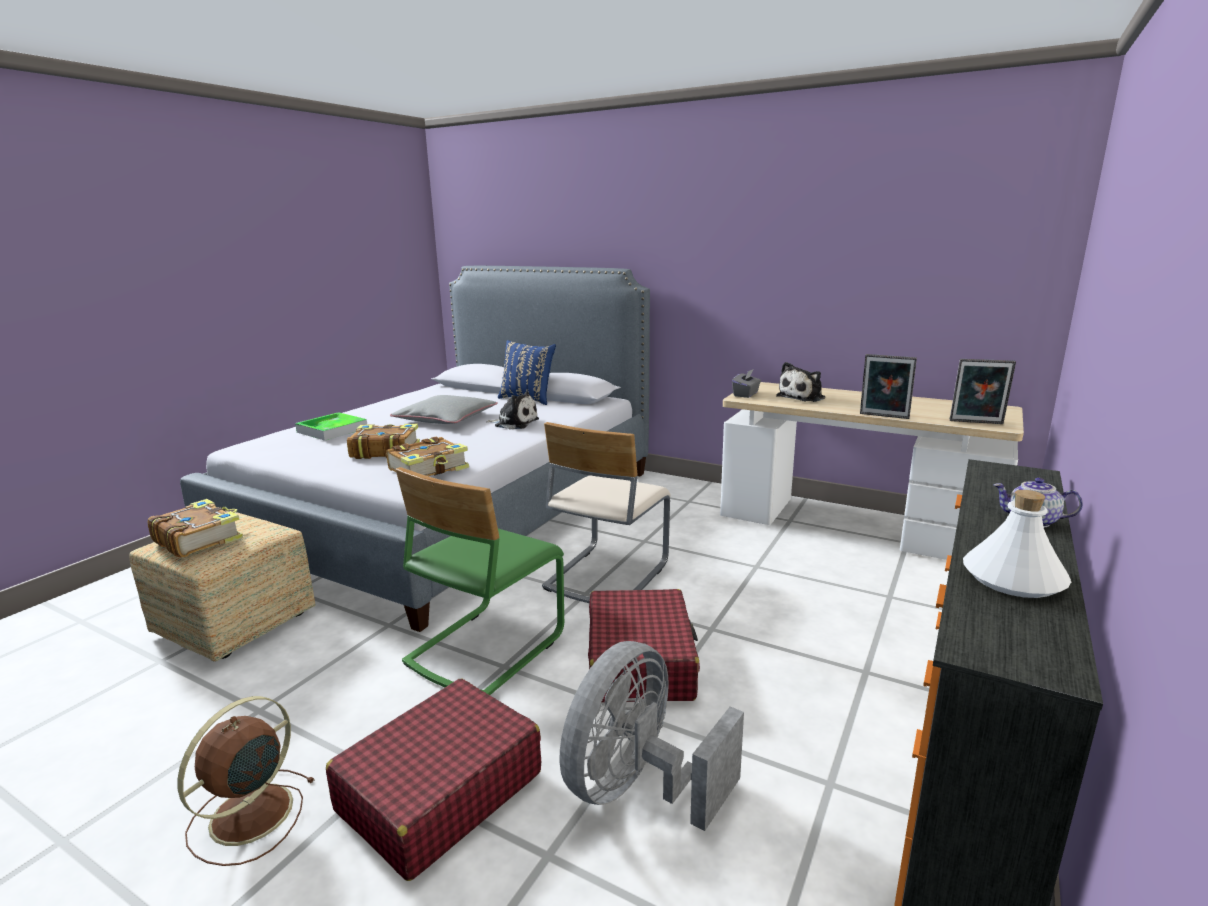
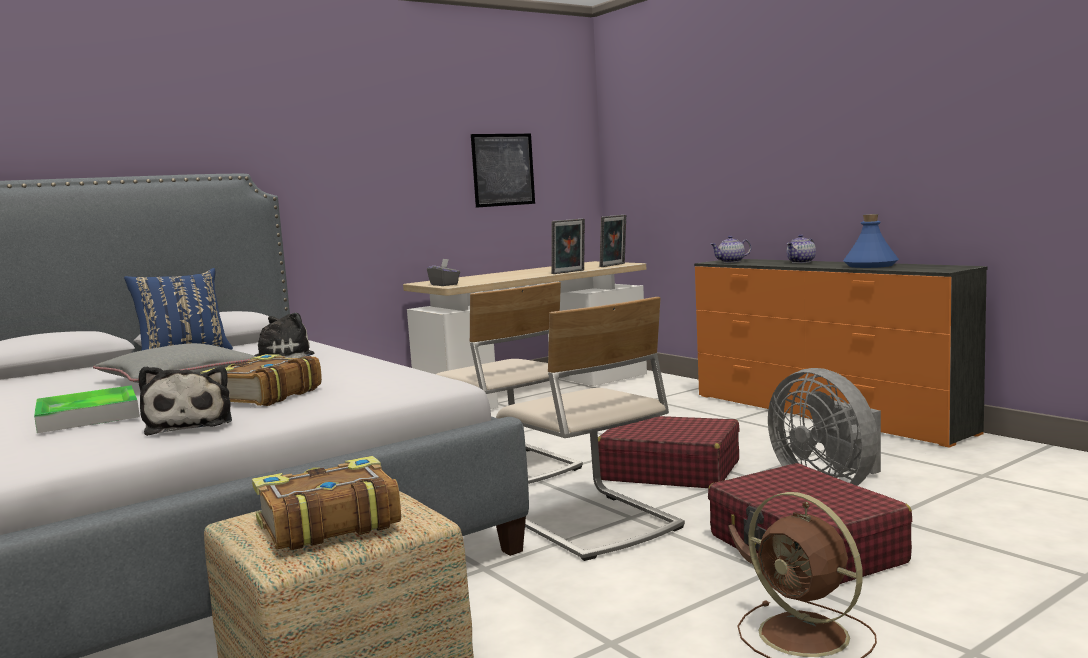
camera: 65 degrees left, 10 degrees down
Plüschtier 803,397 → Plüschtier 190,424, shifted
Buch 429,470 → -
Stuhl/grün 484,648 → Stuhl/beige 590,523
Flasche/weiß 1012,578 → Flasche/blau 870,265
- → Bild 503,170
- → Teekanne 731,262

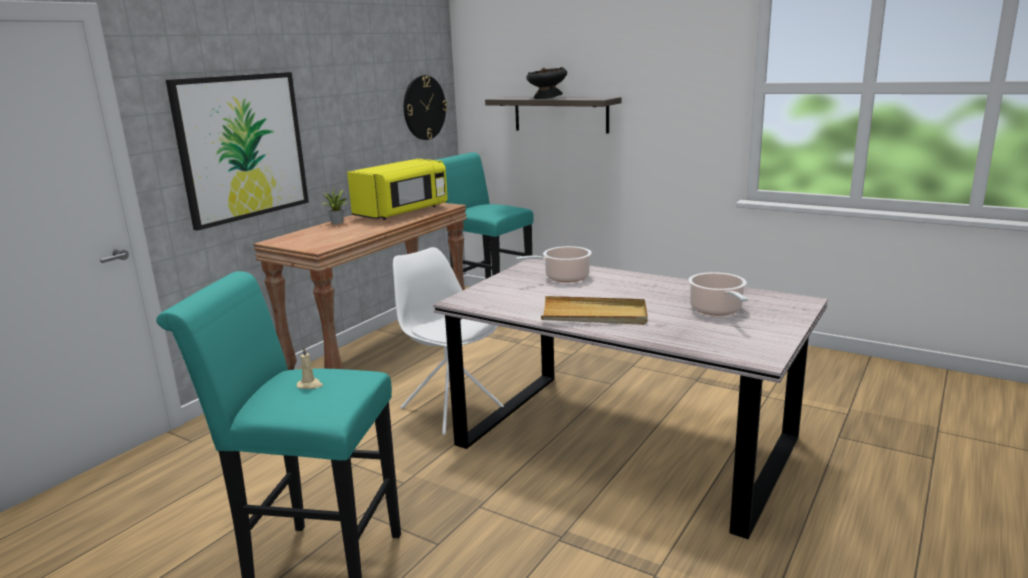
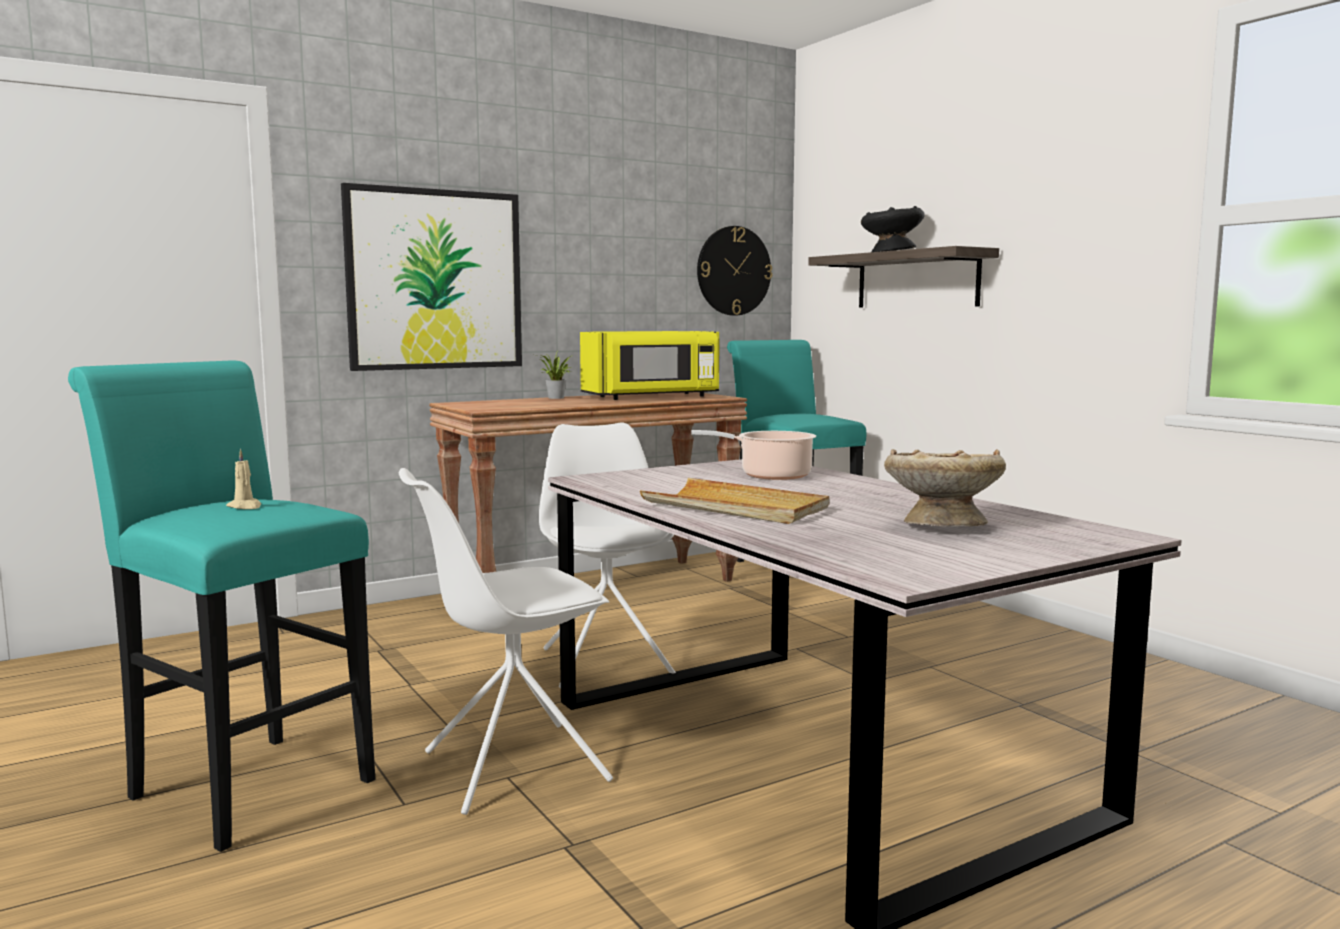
camera: 25 degrees right, 10 degrees down
Kochtopf 717,310 → Schüssel/beige 940,526
- → Stuhl/weiß 511,767

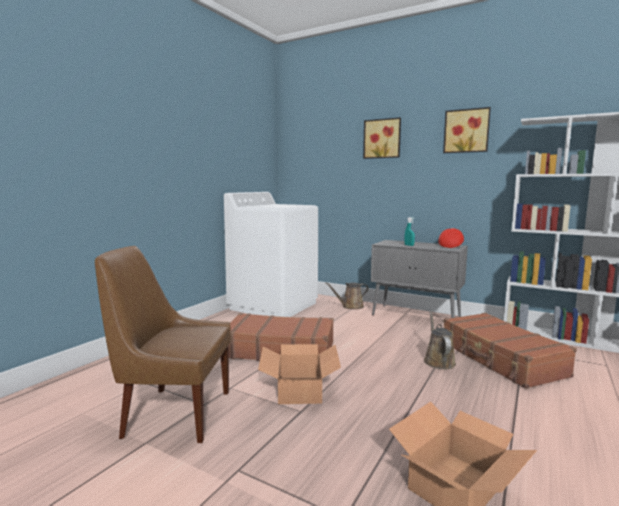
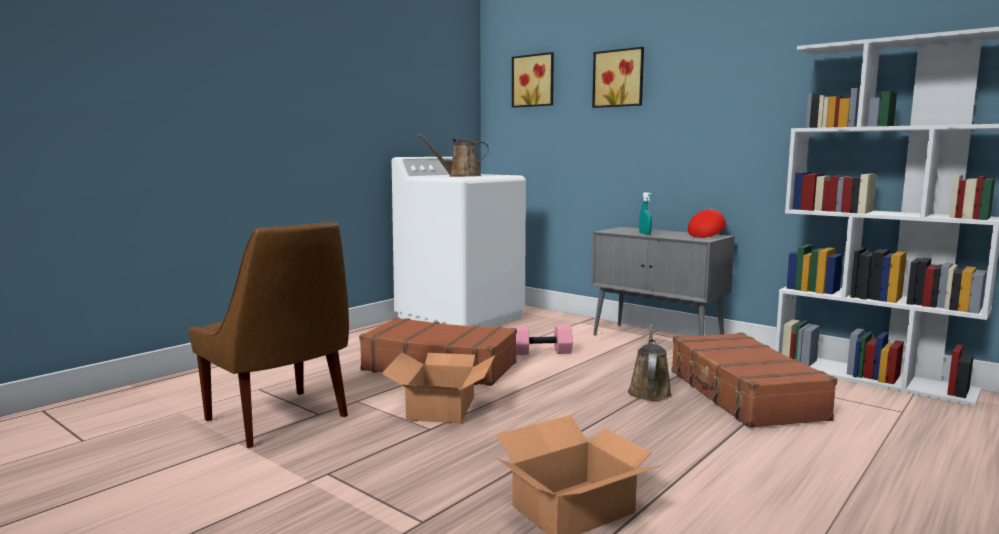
camera: 10 degrees right, 0 degrees up
Bild 466,131 → Bild 534,81, shifted
Stuhl/braun 174,413 → Stuhl/braun 280,420, 150 degrees counterclockwise
Gießkanne/braun 350,306 → Gießkanne/braun 461,176, shifted
- → Hantel/rosa 542,352

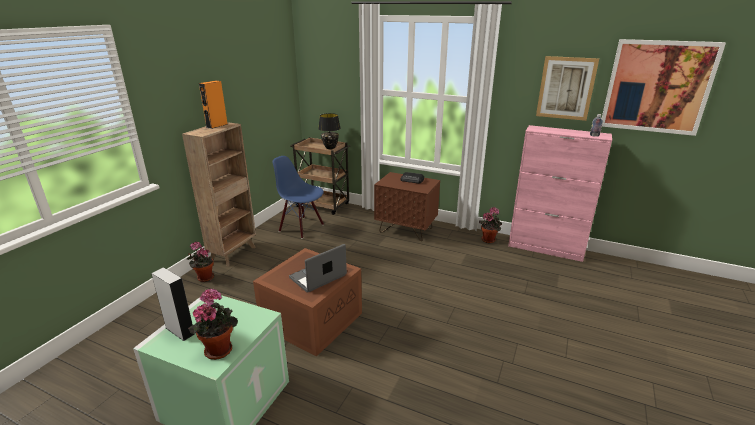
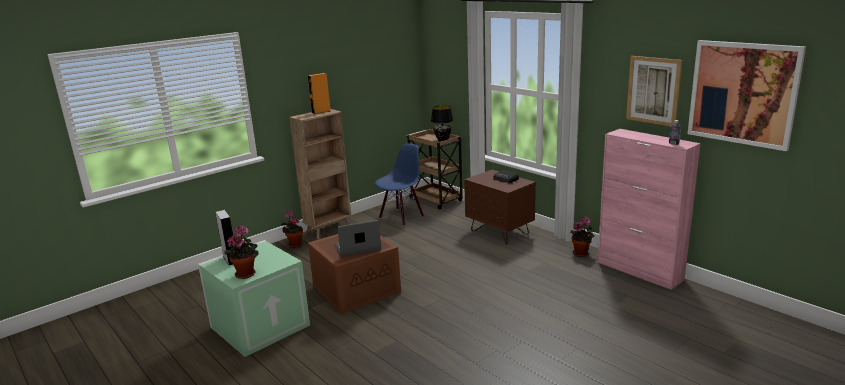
camera: 25 degrees right, 5 degrees down
Stuhl/blau 302,227 → Stuhl/blau 401,217, 75 degrees clockwise

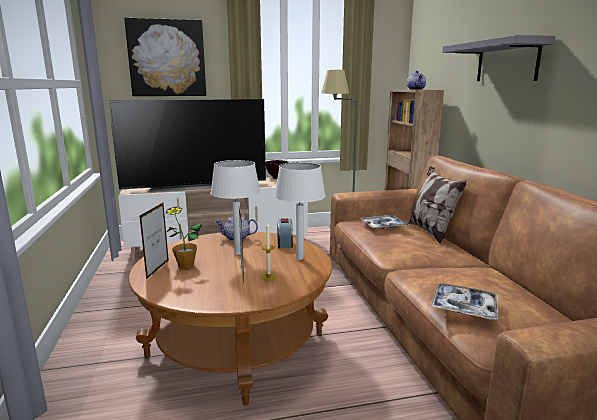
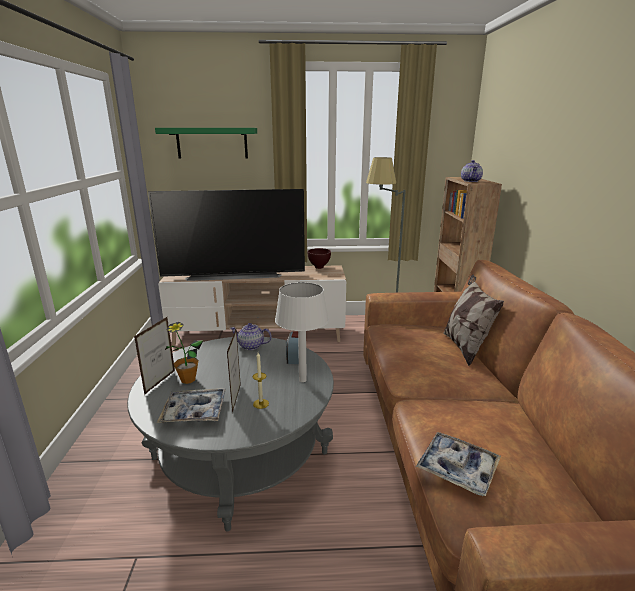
camera: 10 degrees right, 5 degrees up
Bild 167,58 → Wandregal/grün 212,143
Wandregal/grau 507,61 → -
Tischlampe/weiß 238,253 → -
Tablett 383,226 → Tablett 194,411, shifted
Couchtisch/braun 237,345 → Couchtisch/grau 240,456

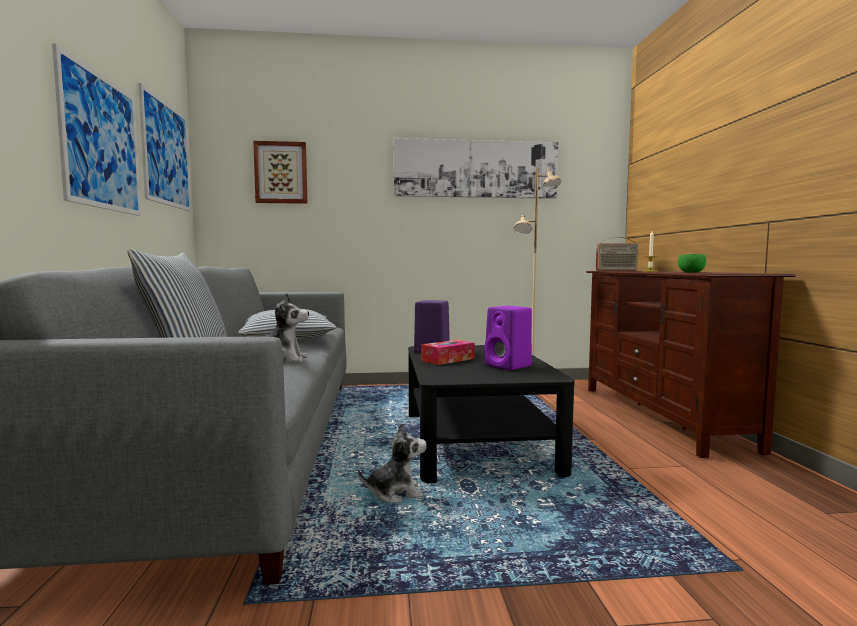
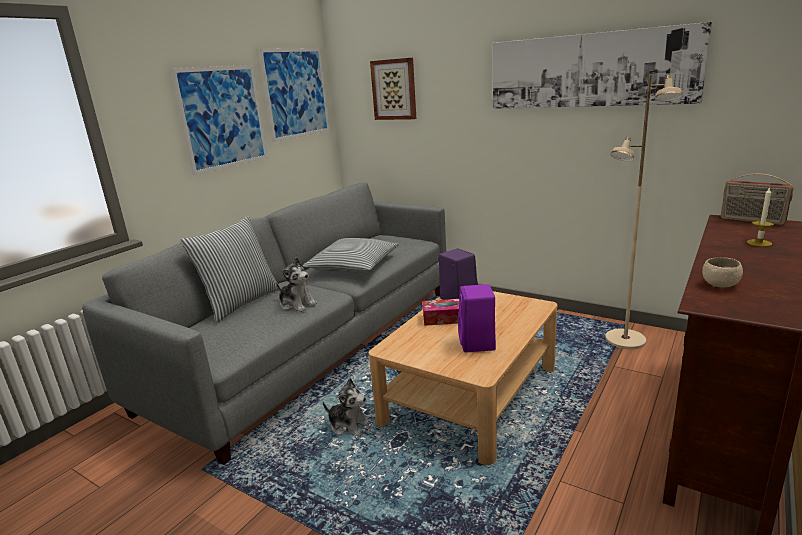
camera: 40 degrees right, 15 degrees up
Schüssel/grün 691,272 → Schüssel/beige 719,285
Couchtisch/schwarz 476,440 → Couchtisch/beige 470,394

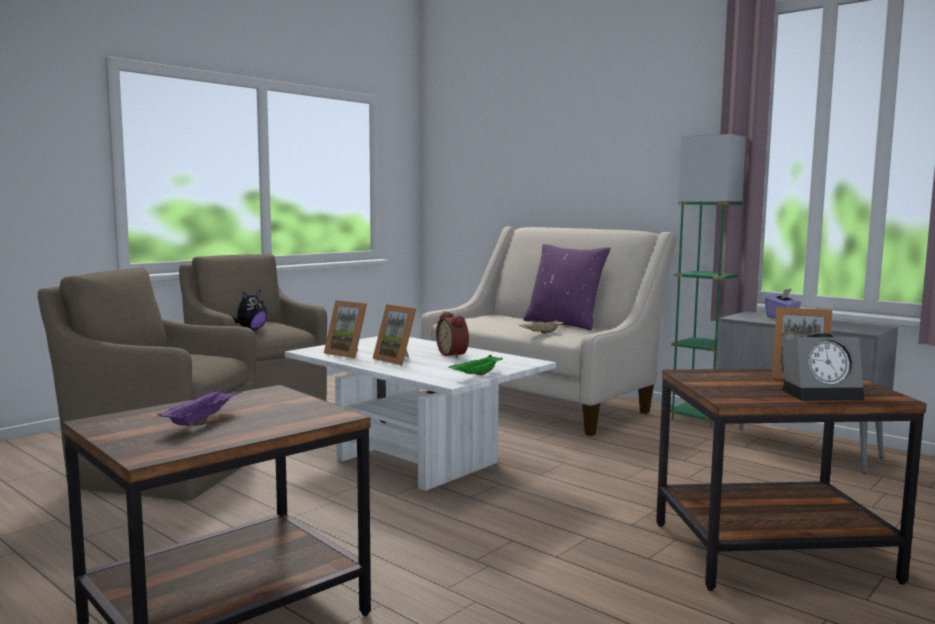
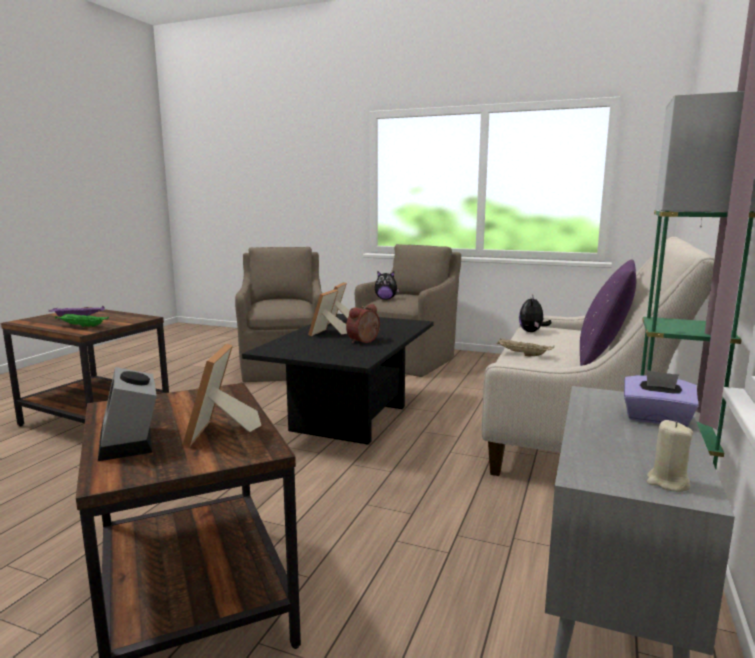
camera: 70 degrees right, 5 degrees up
Couchtisch/weiß 416,461 → Couchtisch/schwarz 349,418
Tablett/grün 476,375 → Tablett/grün 82,327, shifted
- → Plüschtier 532,332
- → Kerze/beige 667,483

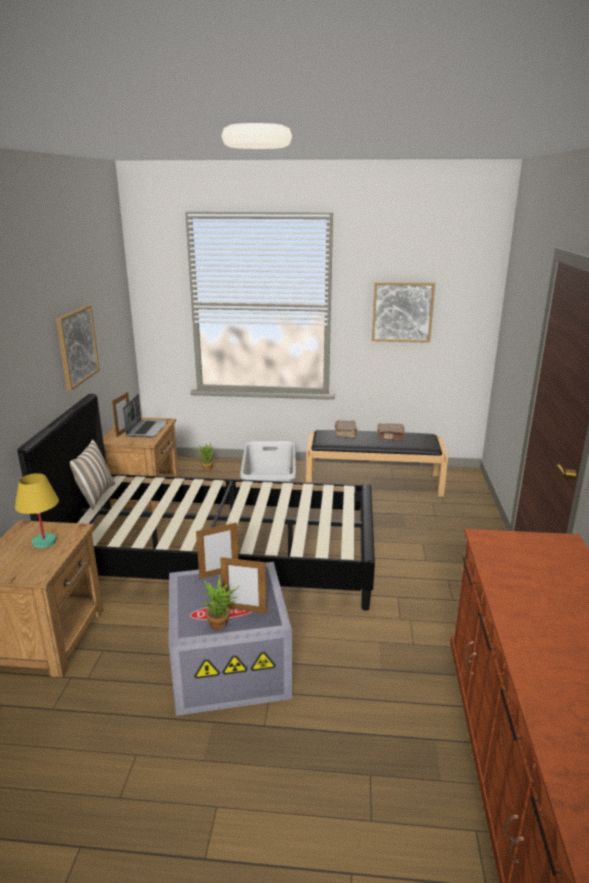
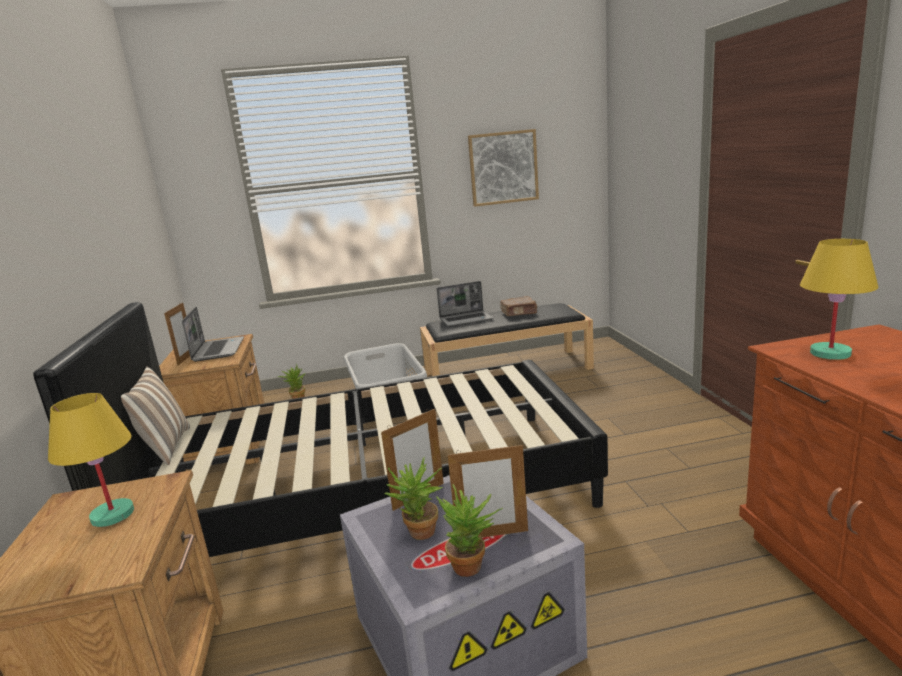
camera: 15 degrees left, 5 degrees down
Bild 76,346 → -
Buch/braun 346,434 → Laptop 466,319
- → Tischlampe/gelb 829,353
- → Topfpflanze 419,535

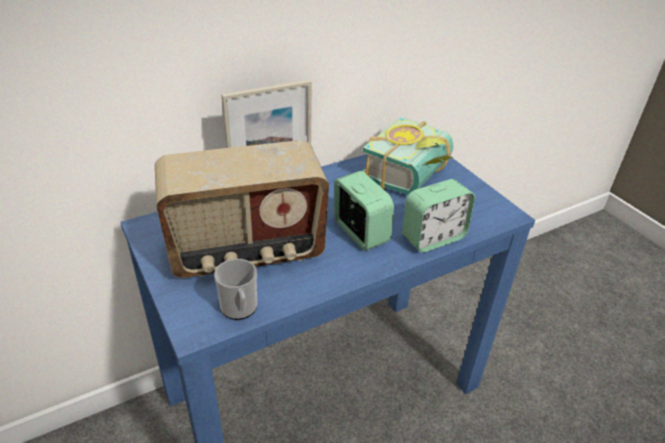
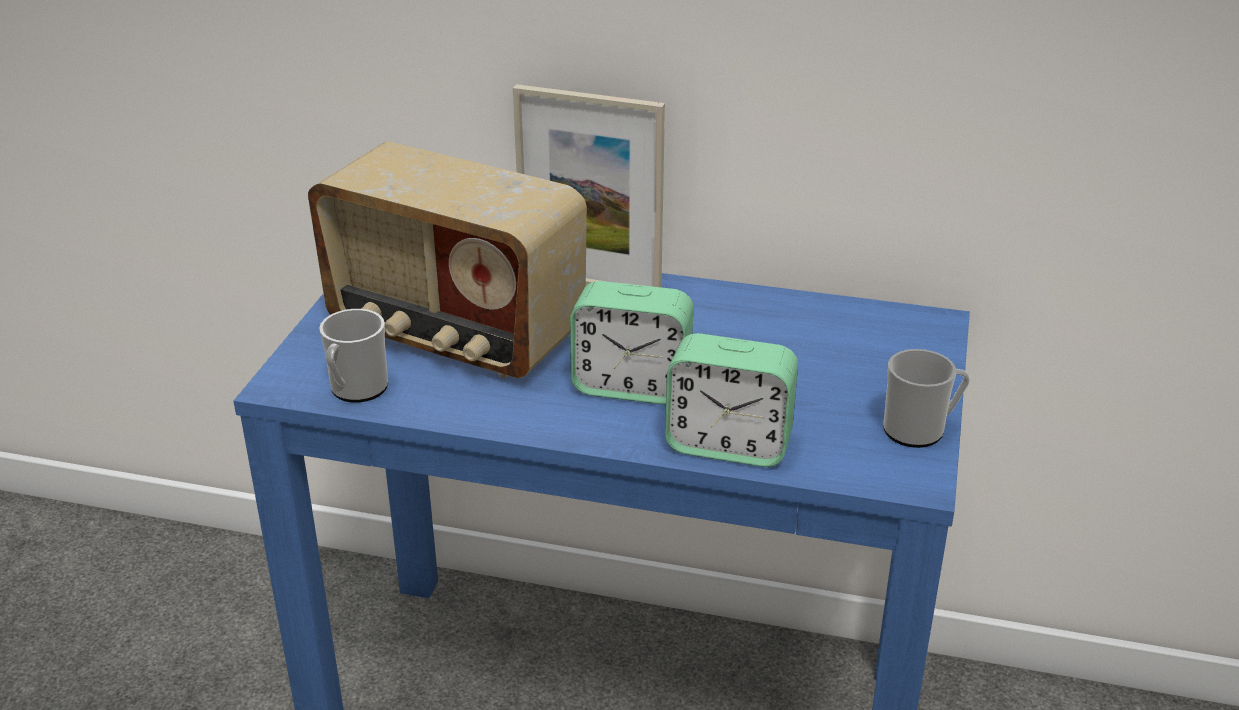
camera: 45 degrees right, 5 degrees down
Buch 413,177 → -
Wecker 360,233 → Wecker 631,386, 90 degrees clockwise
- → Henkelbecher 920,430

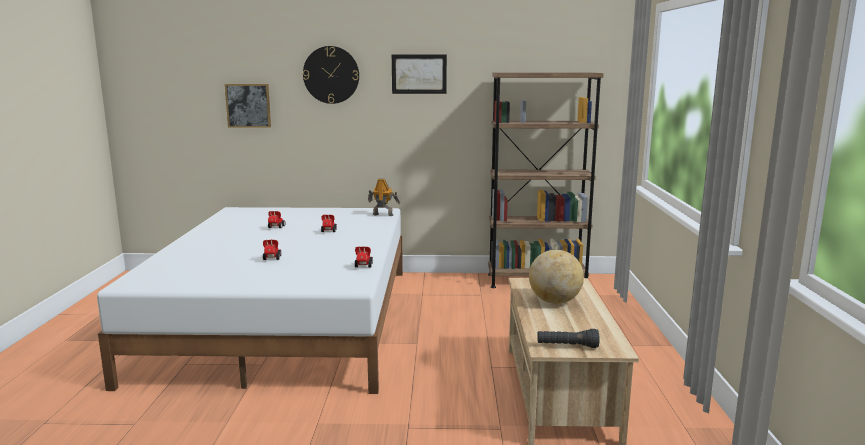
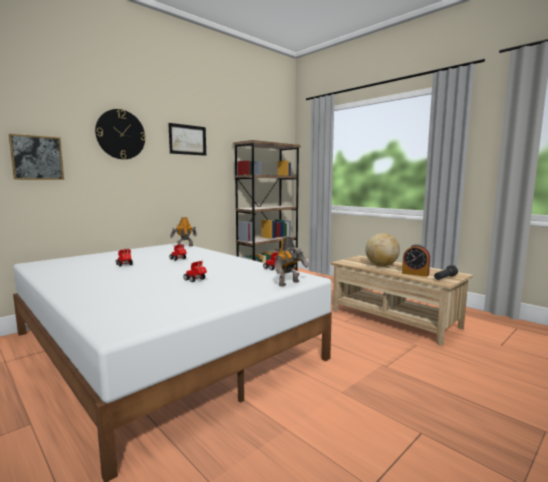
camera: 45 degrees left, 5 degrees down
- → Spielzeugroboter 290,283
- → Wecker 415,274

